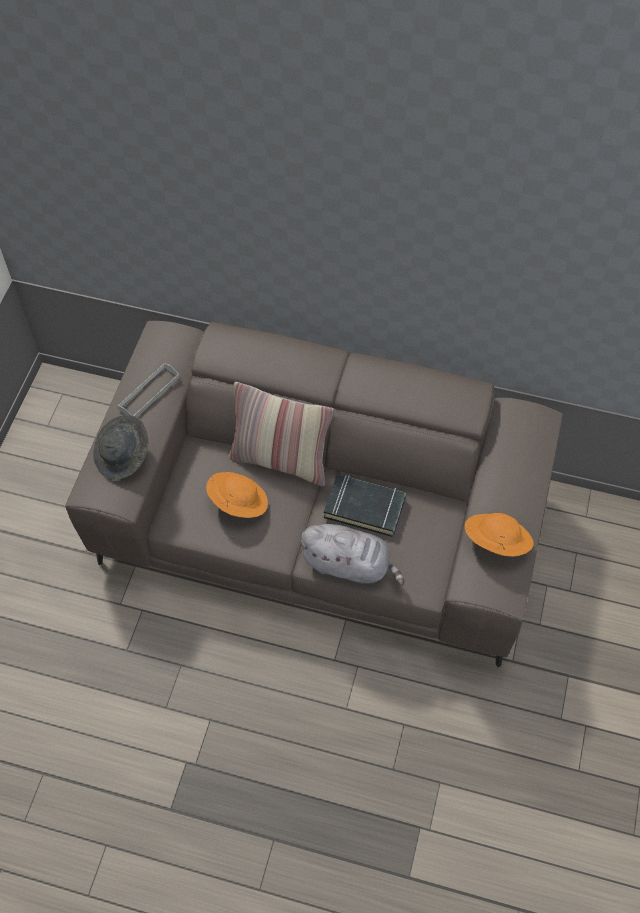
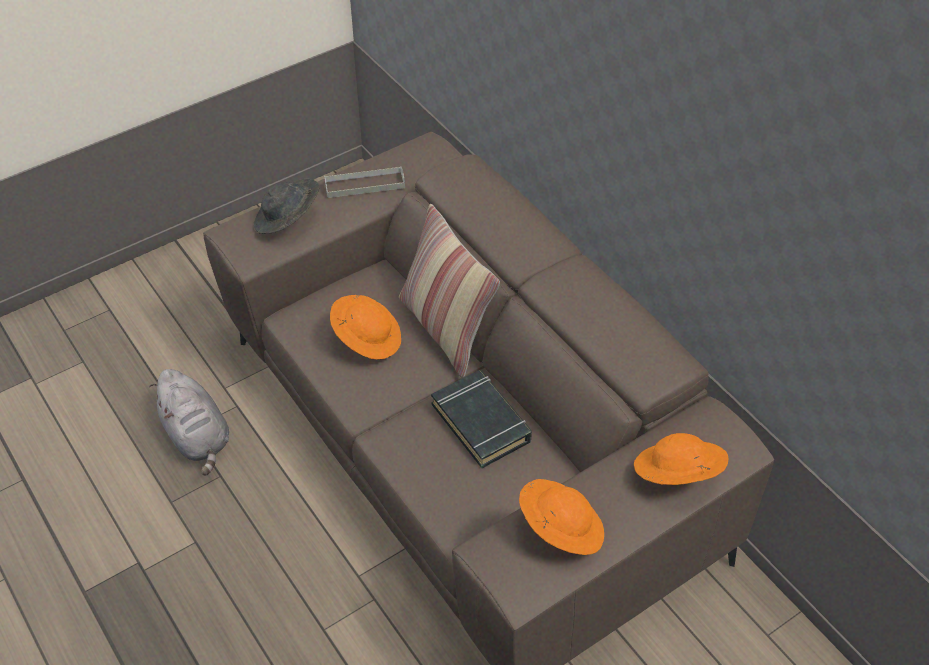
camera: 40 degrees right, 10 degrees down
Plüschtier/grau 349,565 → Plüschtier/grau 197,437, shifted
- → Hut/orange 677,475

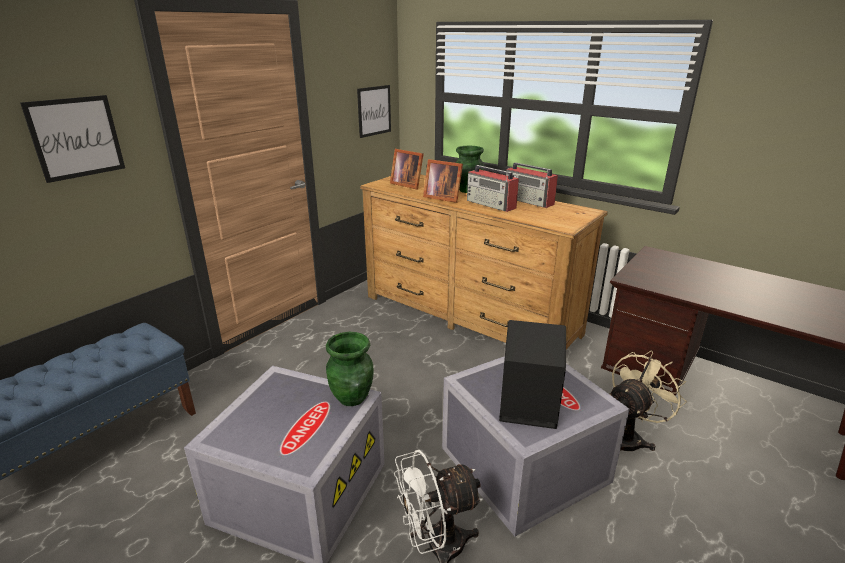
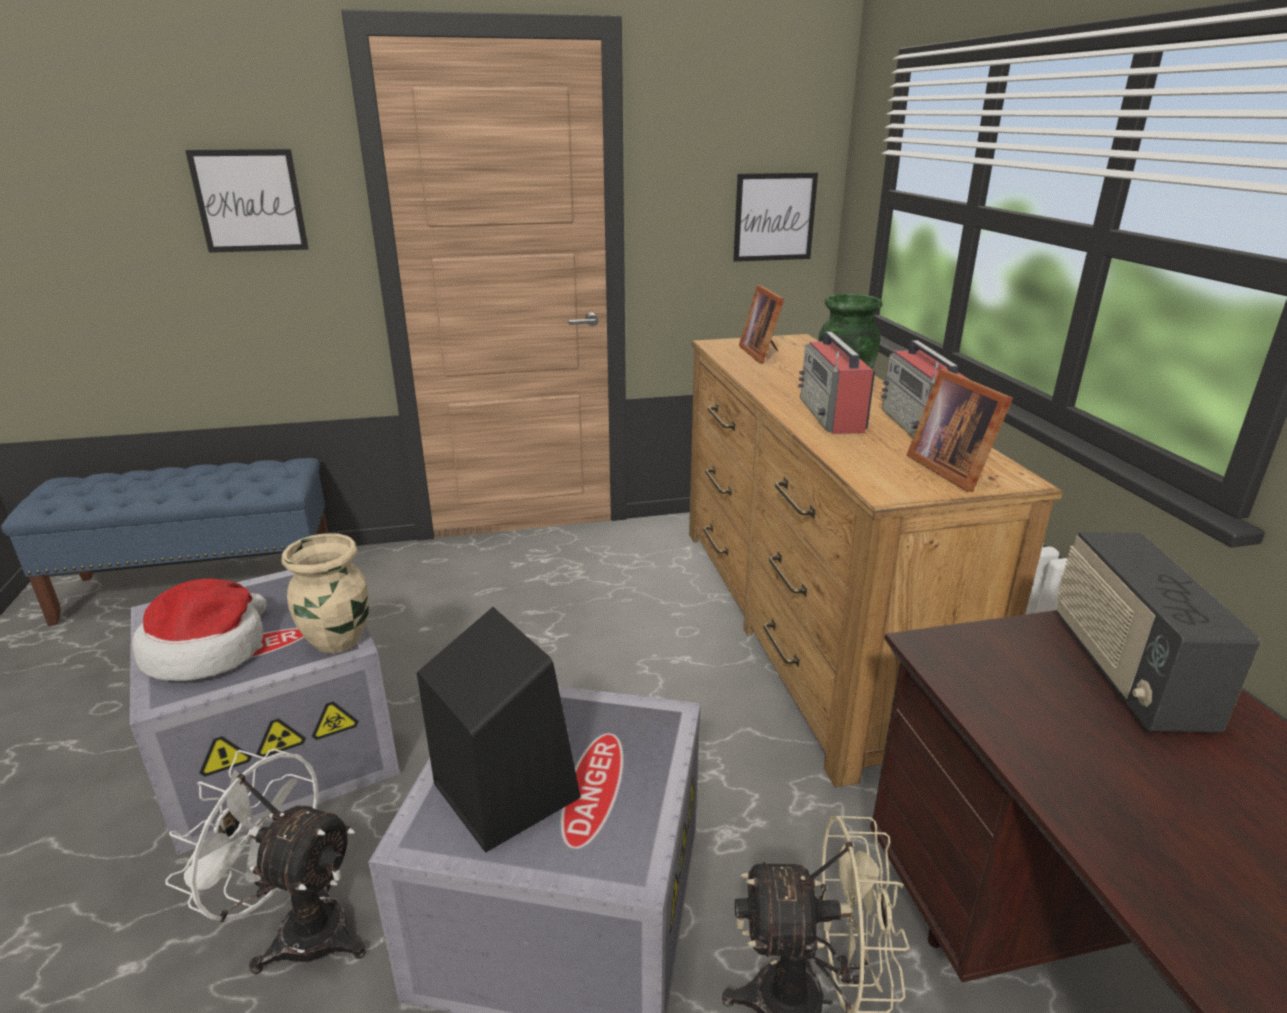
camera: 40 degrees right, 0 degrees up
Bilderrahmen 442,197 → Bilderrahmen 952,469, shifted
Vase/grün 352,397 → Vase/beige 338,641
- → Radio 1125,672
- → Hut 208,650

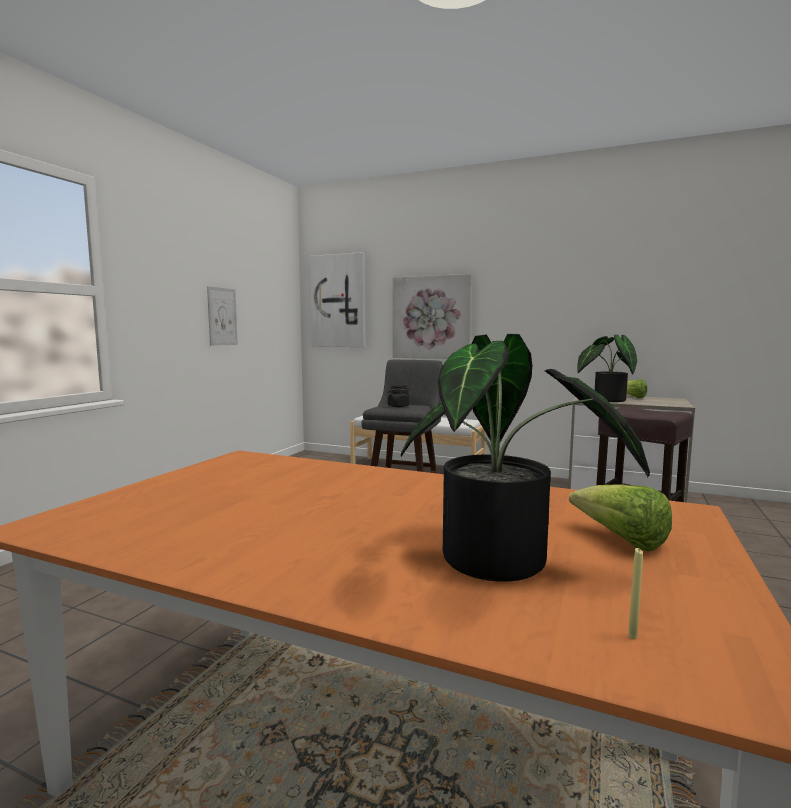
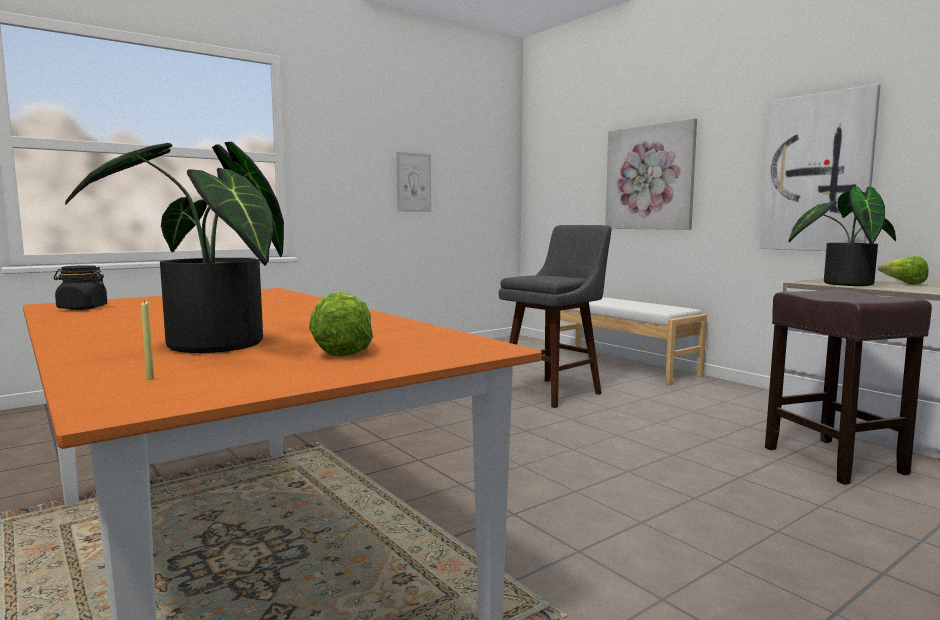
camera: 30 degrees right, 0 degrees up
Bild 338,301 → Bild 817,173, shifted
Vorratsglas/schwarz 398,406 → Vorratsglas/schwarz 82,308, shifted

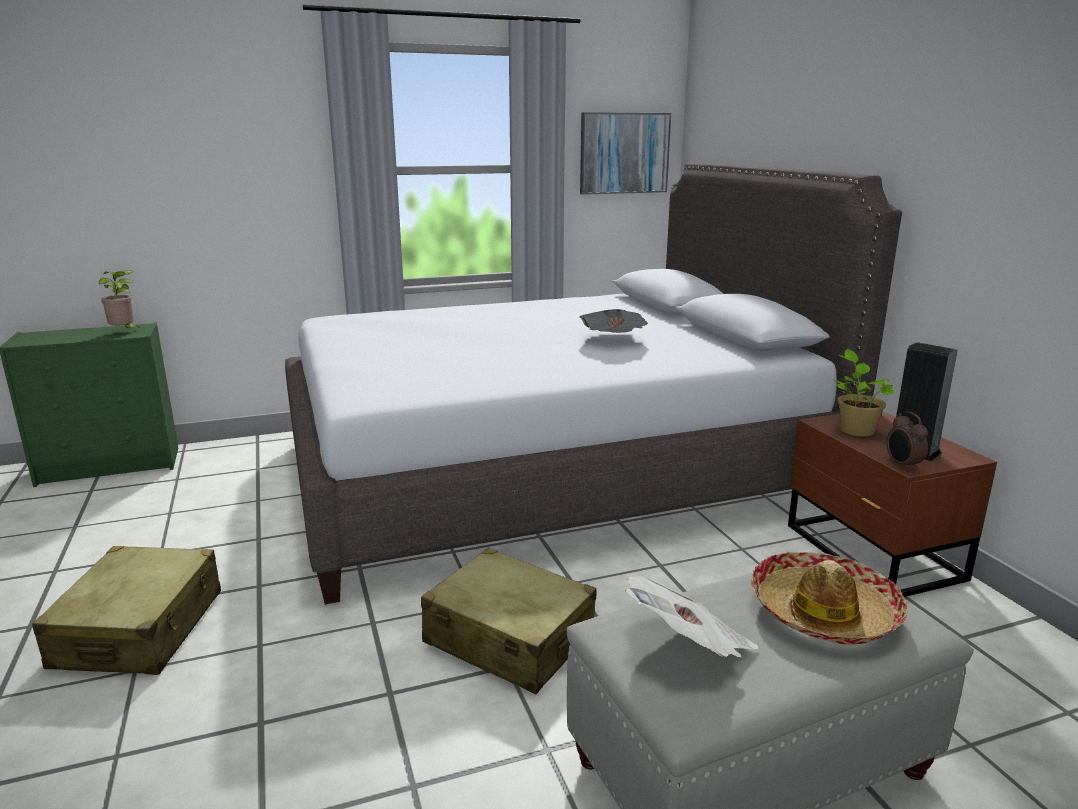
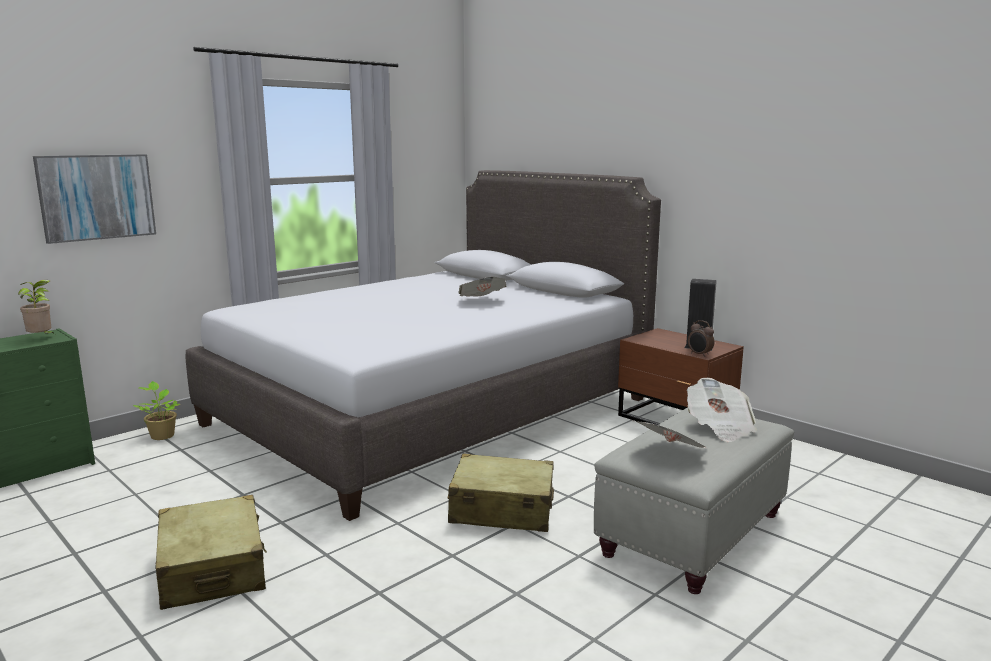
camera: 25 degrees left, 5 degrees down
Bild 624,153 → Bild 96,197, shifted
Topfpflanze 855,430 → Topfpflanze 162,435, shifted
Hut 823,612 → Zeitung 719,427

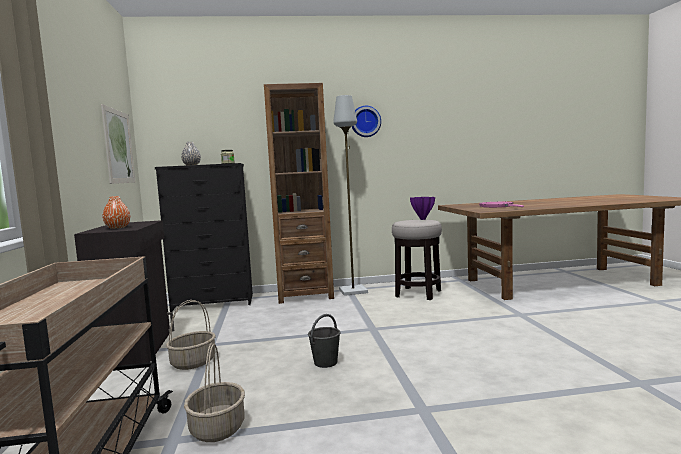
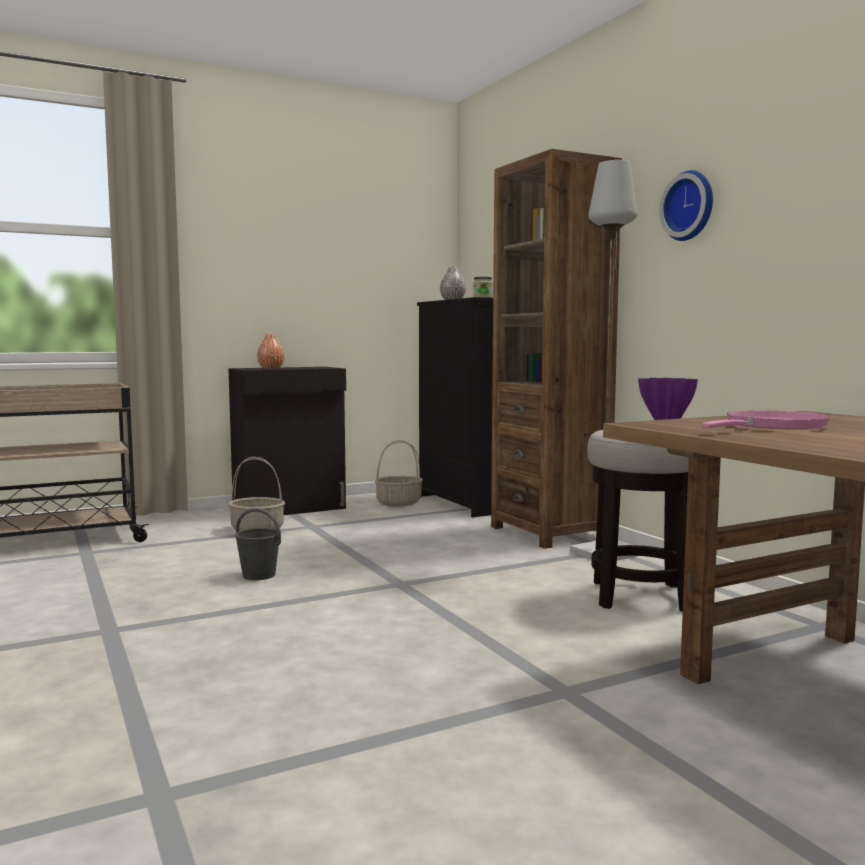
camera: 70 degrees right, 0 degrees up
Bild 118,146 → -
Korb 217,428 → Korb 399,503, shifted

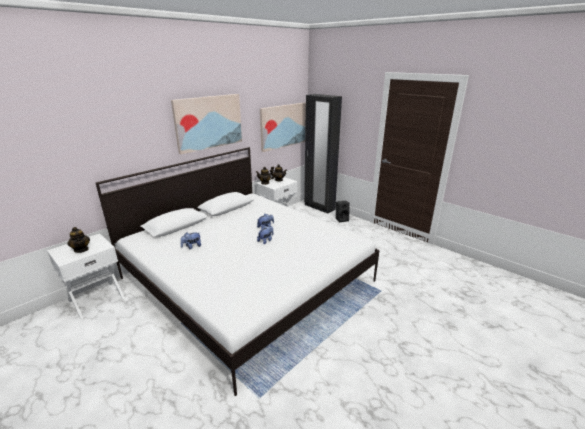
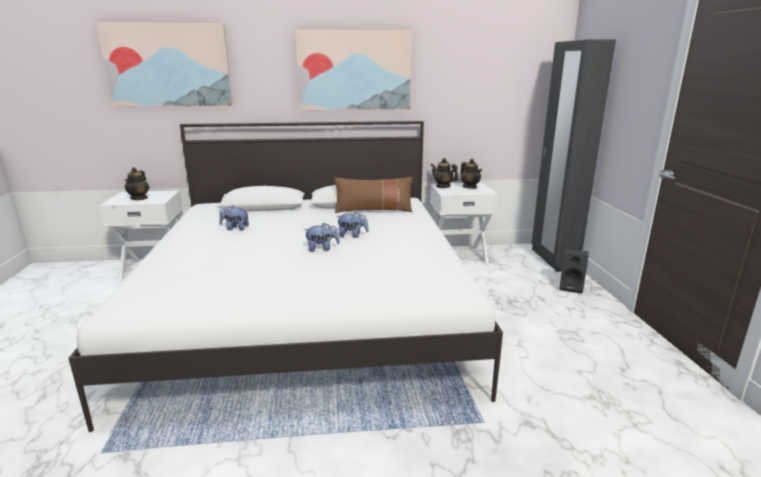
camera: 40 degrees right, 5 degrees down
Bild 283,126 → Bild 168,65, shifted
- → Kissen/braun 373,210

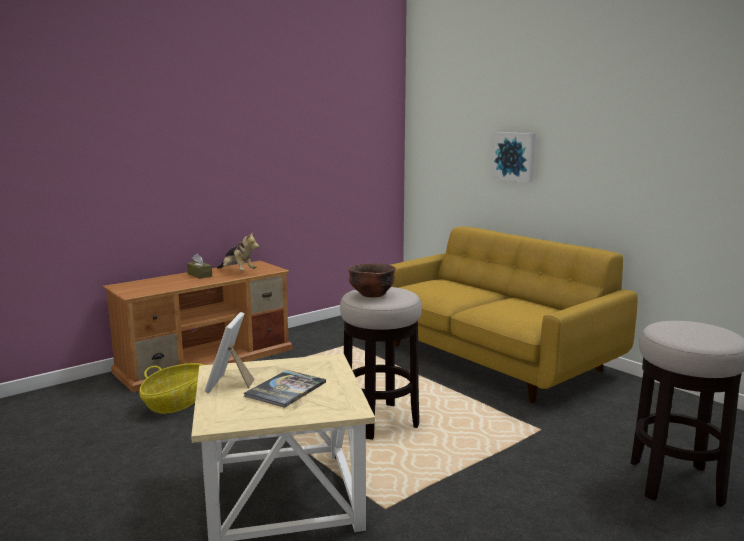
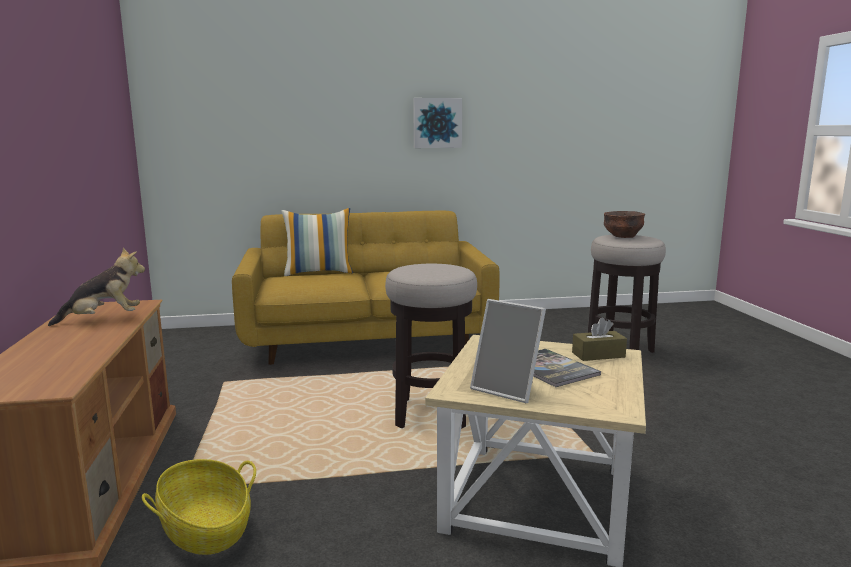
camera: 60 degrees left, 0 degrees up
Bild 514,156 → Bild 437,123, shifted
Taschentuchbox/braun 199,275 → Taschentuchbox/braun 598,355, shifted
Schüssel/braun 371,295 → Schüssel/braun 623,237, shifted
- → Kissen 319,272

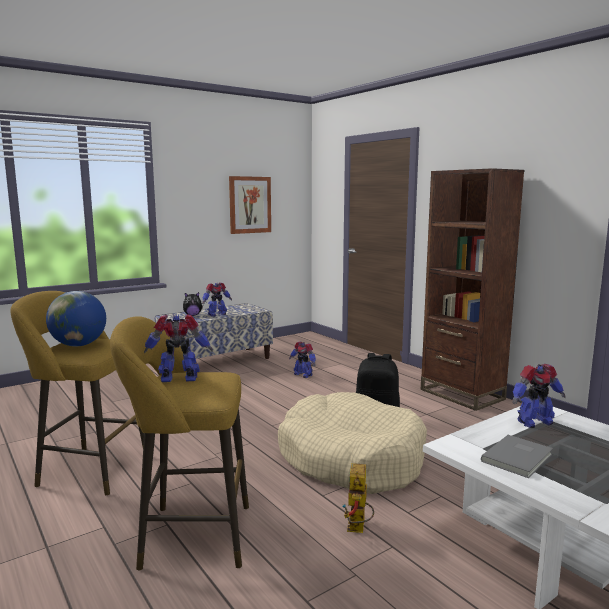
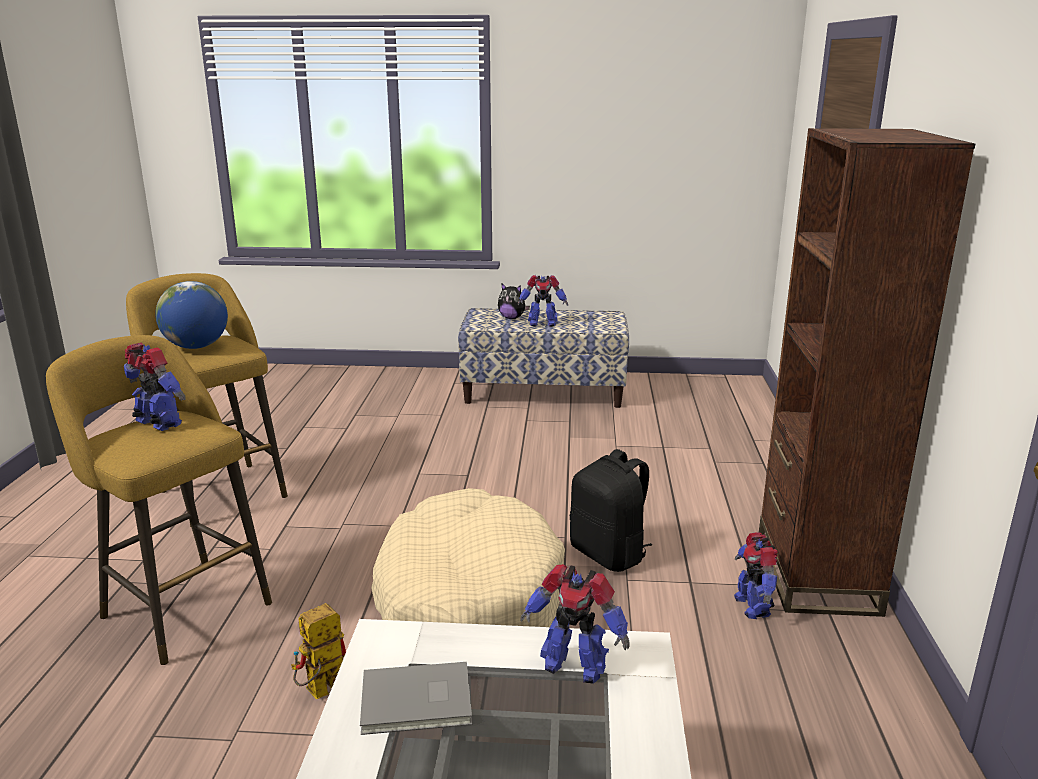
camera: 40 degrees right, 10 degrees up
Bild 250,205 → -
Spielzeugroboter 303,374 → Spielzeugroboter 753,606, shifted

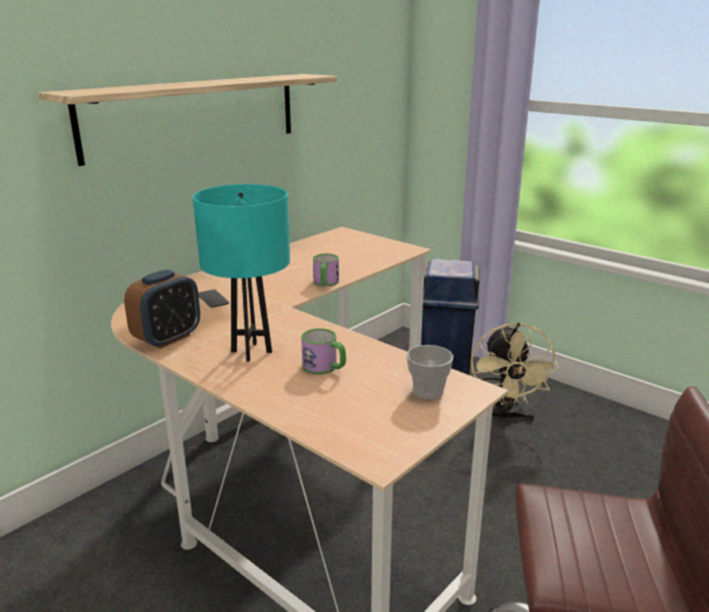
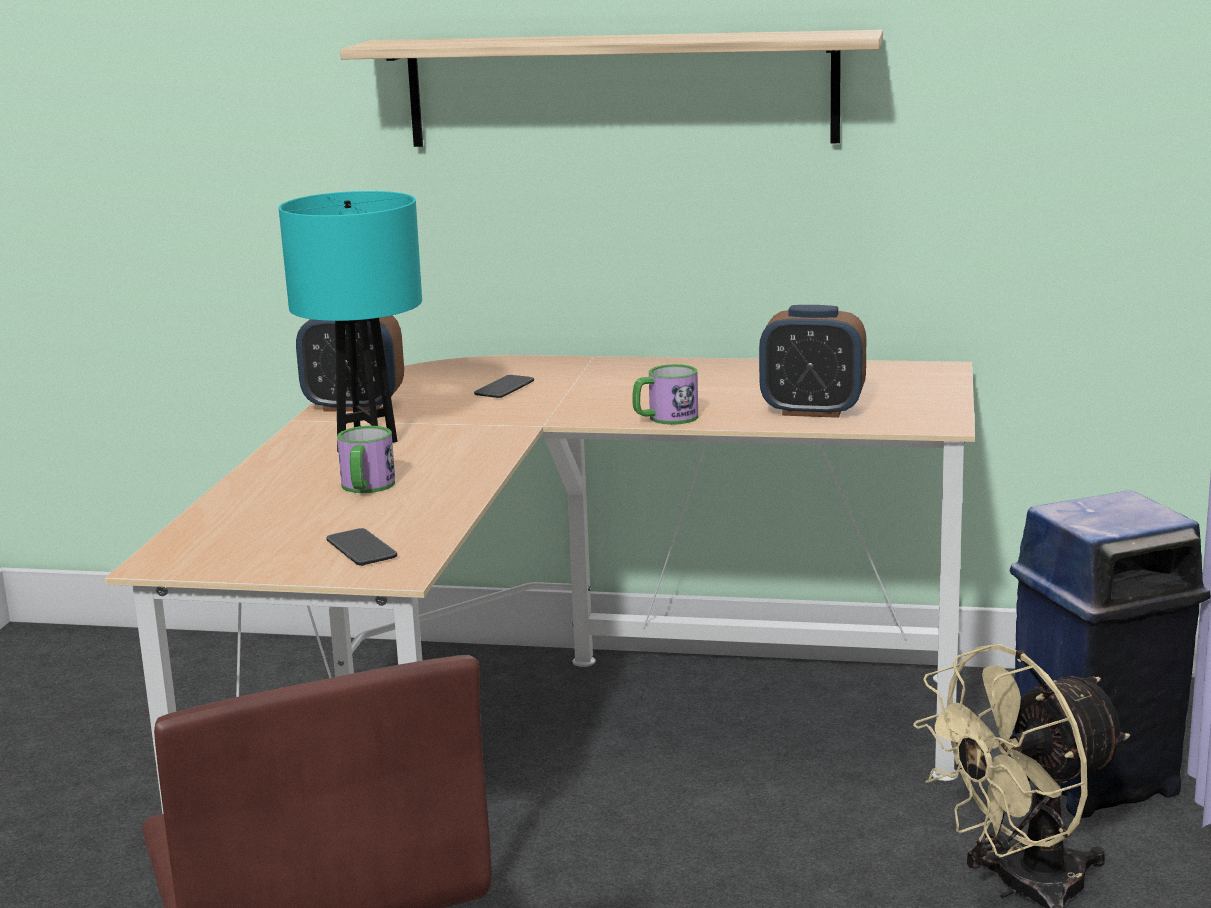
camera: 60 degrees right, 5 degrees down
Tasse 428,391 → Handy 361,549
- → Wecker 812,411

